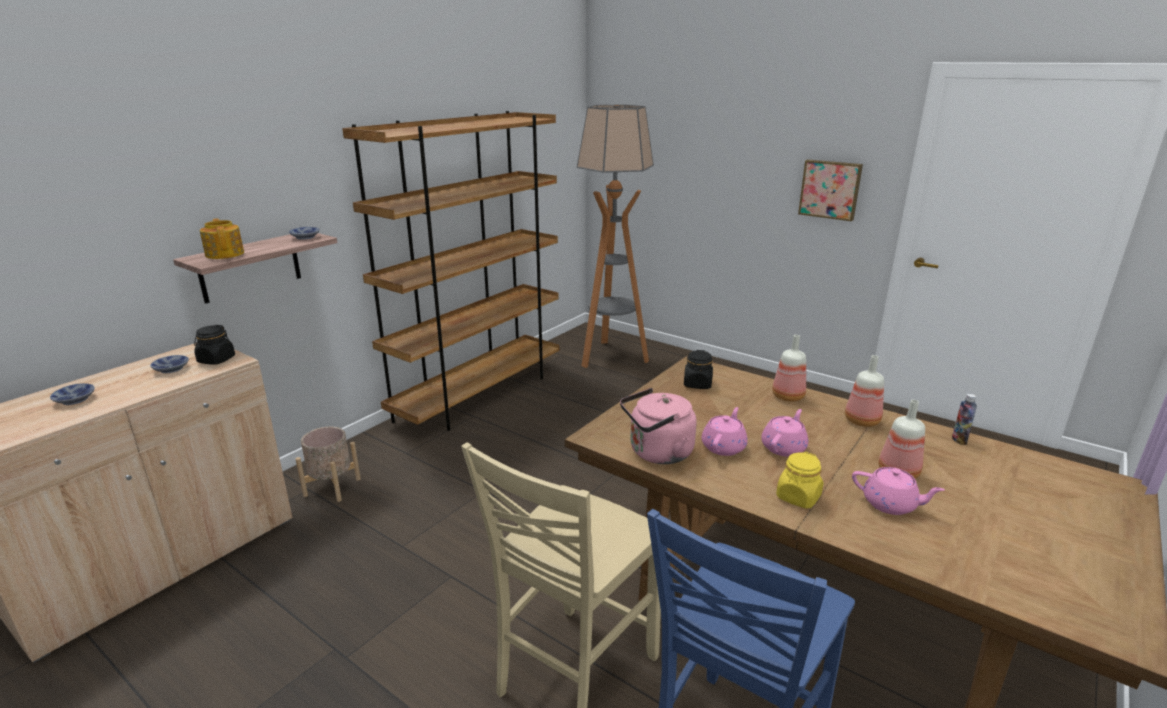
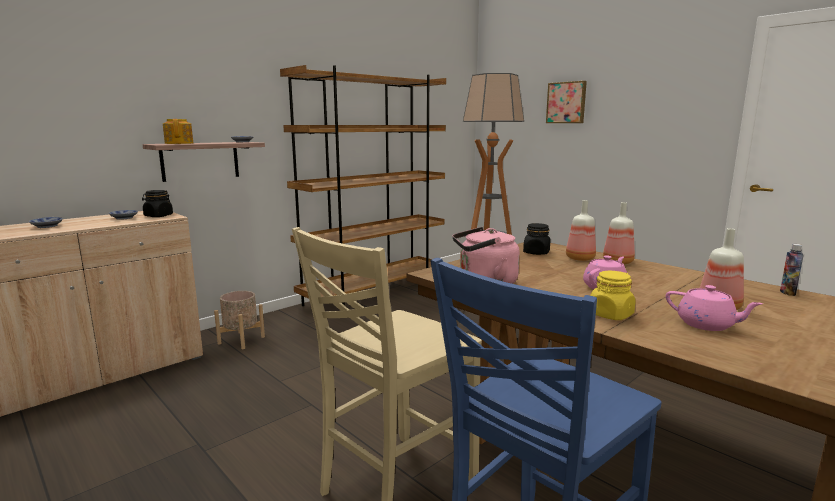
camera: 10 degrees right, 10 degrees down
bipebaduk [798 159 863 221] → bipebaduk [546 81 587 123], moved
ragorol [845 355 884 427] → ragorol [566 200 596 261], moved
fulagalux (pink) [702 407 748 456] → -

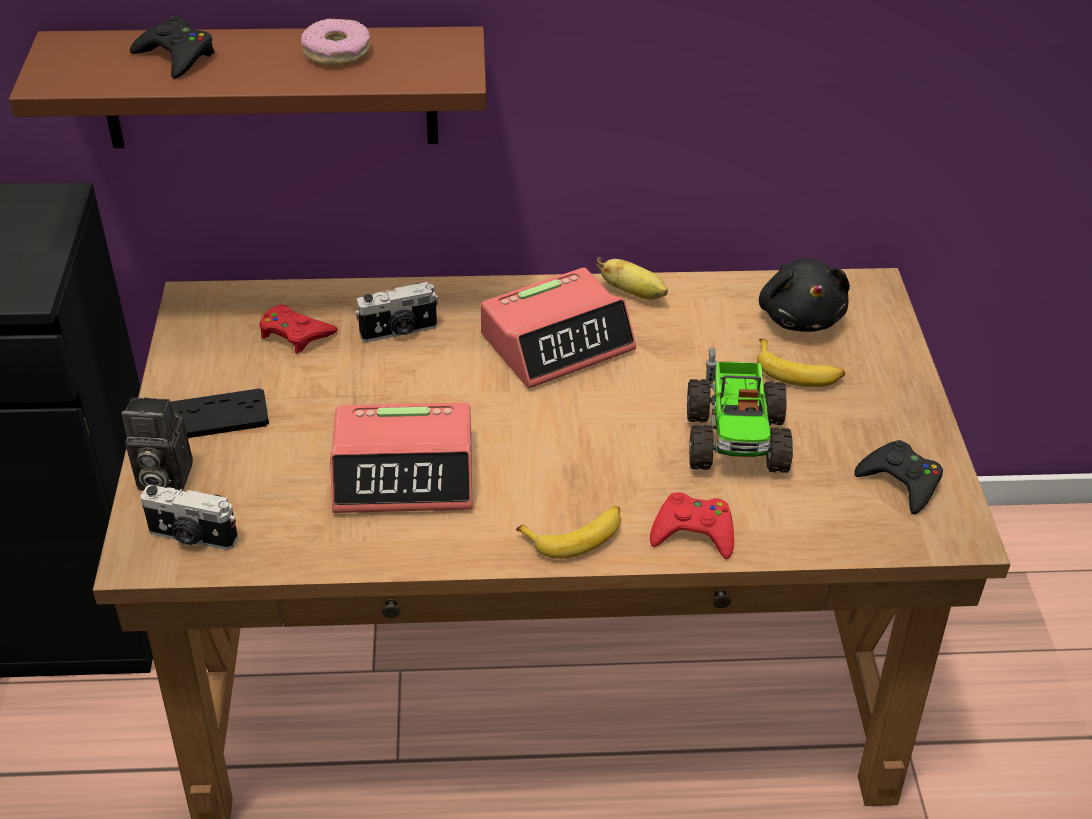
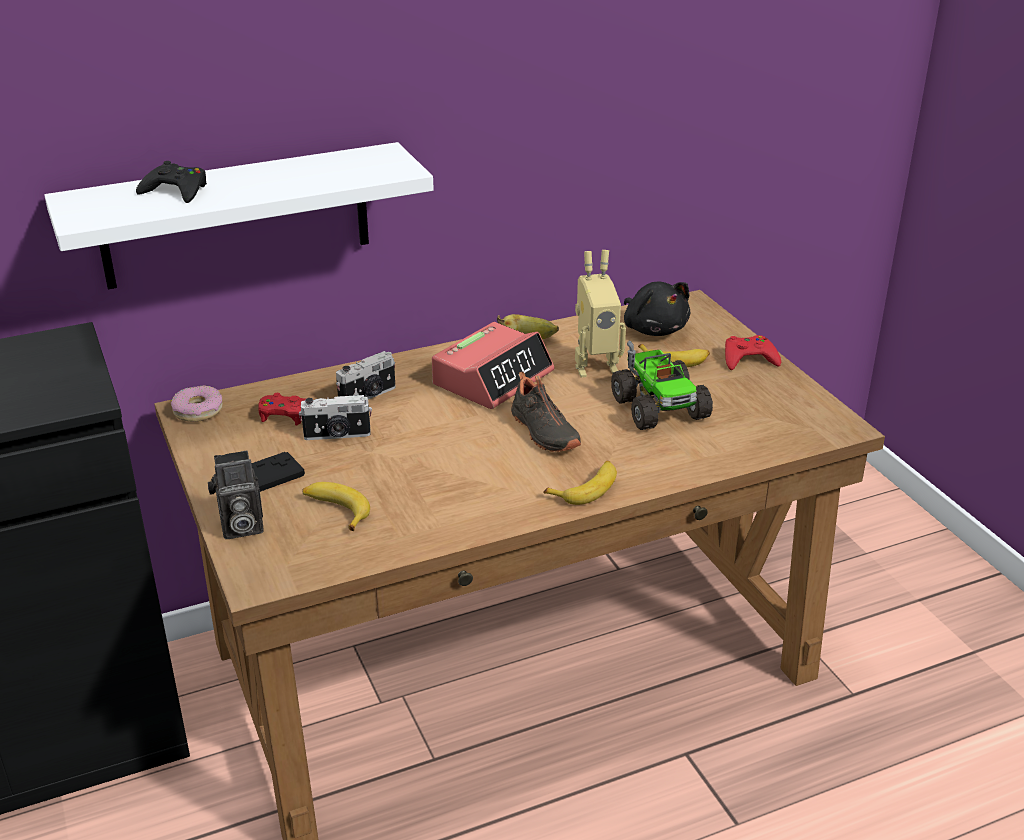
camera: 20 degrees left, 10 degrees down
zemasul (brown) [9 26 486 148] → zemasul (white) [44 142 434 289]
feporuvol [301 19 370 66] → feporuvol [171 385 223 422], moved
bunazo [140 485 238 550] → bunazo [299 395 372 440], moved
- → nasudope [303 482 370 531]
- → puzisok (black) [511 371 581 452]
- → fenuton [575 250 626 378]
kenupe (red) [650 492 734 559] → kenupe (red) [725 335 781 370], moved
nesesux [330 403 472 513] → -
kenupe (black) [854 440 943 514] → -

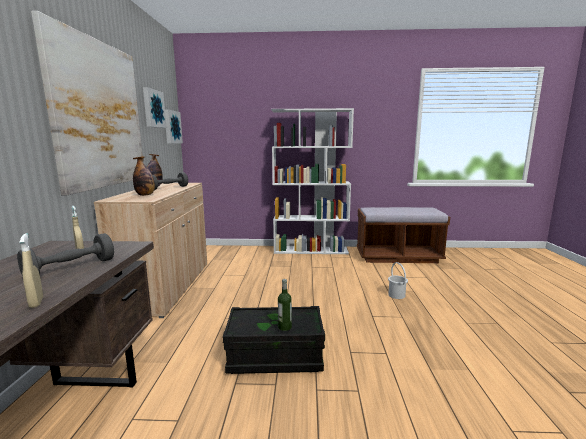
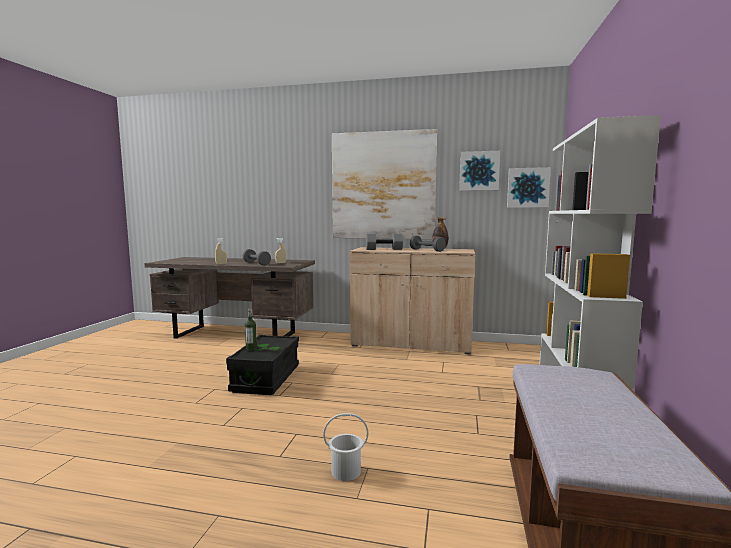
camera: 100 degrees right, 5 degrees down
ragorol [133 156 155 196] → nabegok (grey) [366 233 403 250]

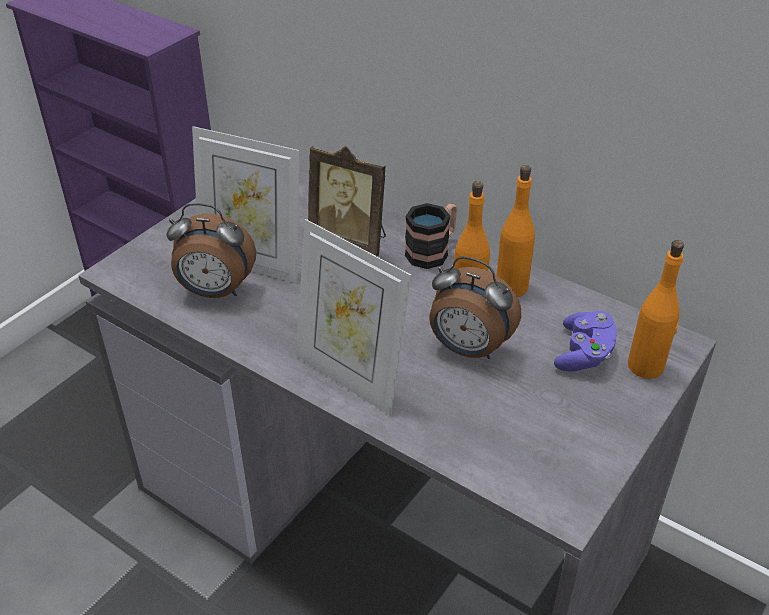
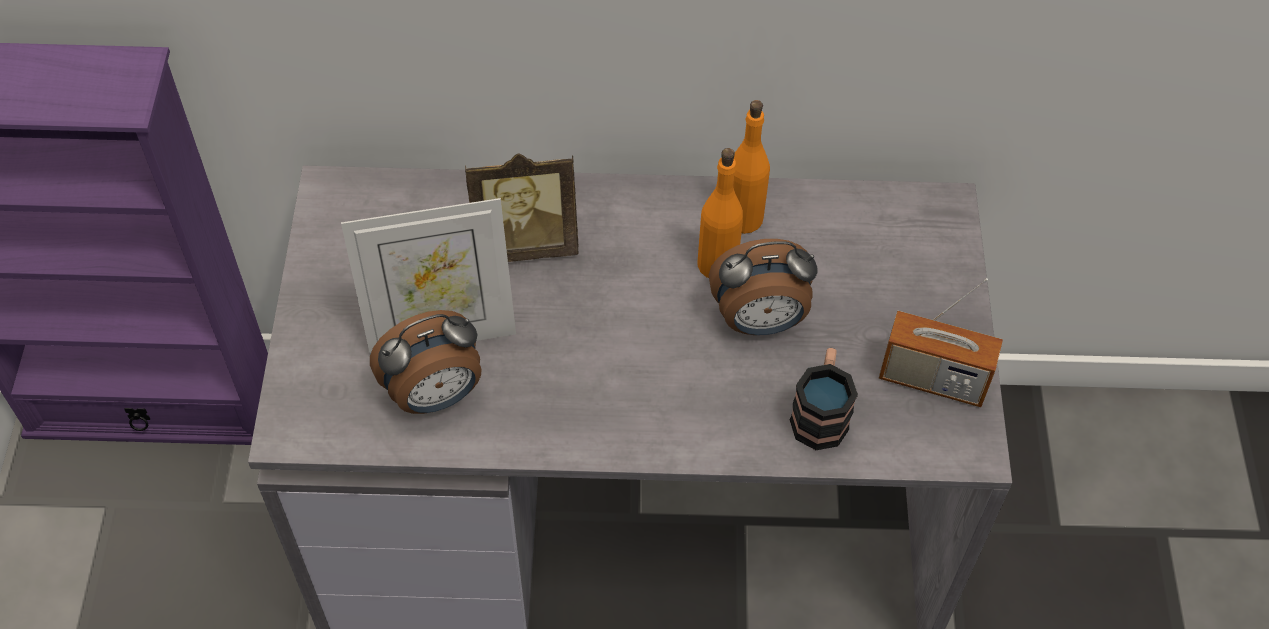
camera: 35 degrees left, 15 degrees up
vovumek [405 203 457 269] → vovumek [790 348 858 450], moved
- → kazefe [879 278 1003 407]
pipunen [296 219 411 415] → -
kenupe (purple) [554 311 617 372] → -
ragorol (orange) [628 240 684 379] → -

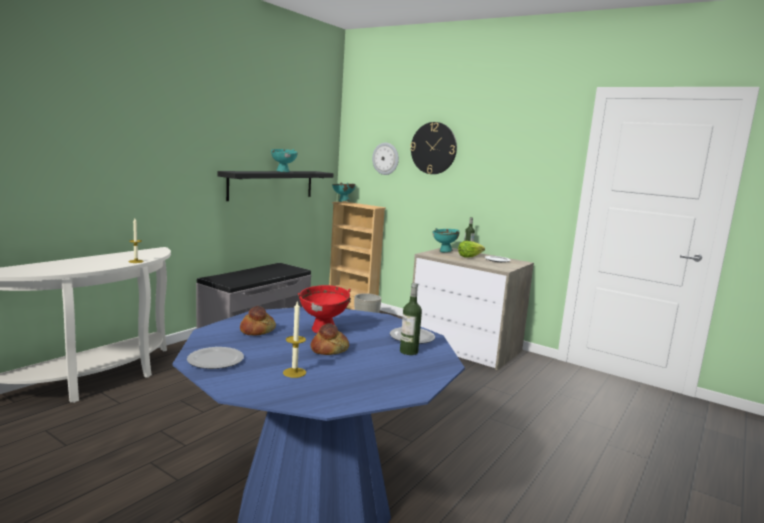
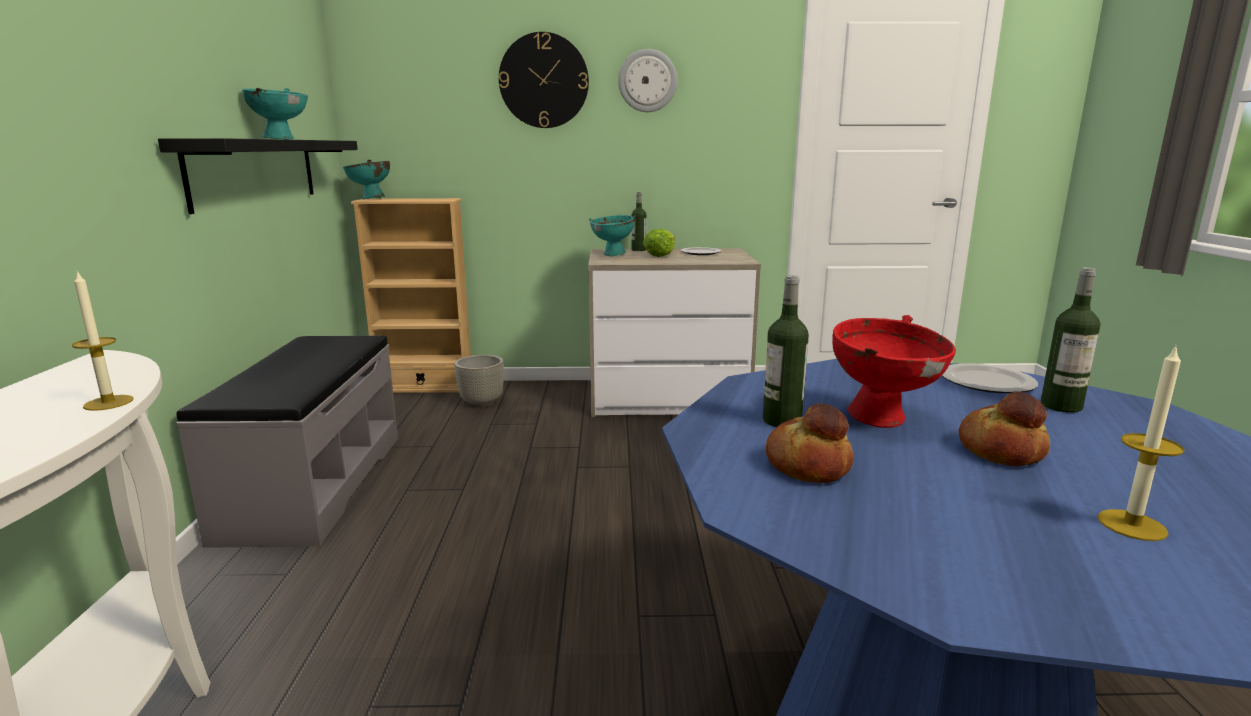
camera: 35 degrees left, 5 degrees up
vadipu [372 143 399 175] → vadipu [618 49 677 112], moved
- → ragorol [763 275 809 427]
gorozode [187 347 244 369] → -

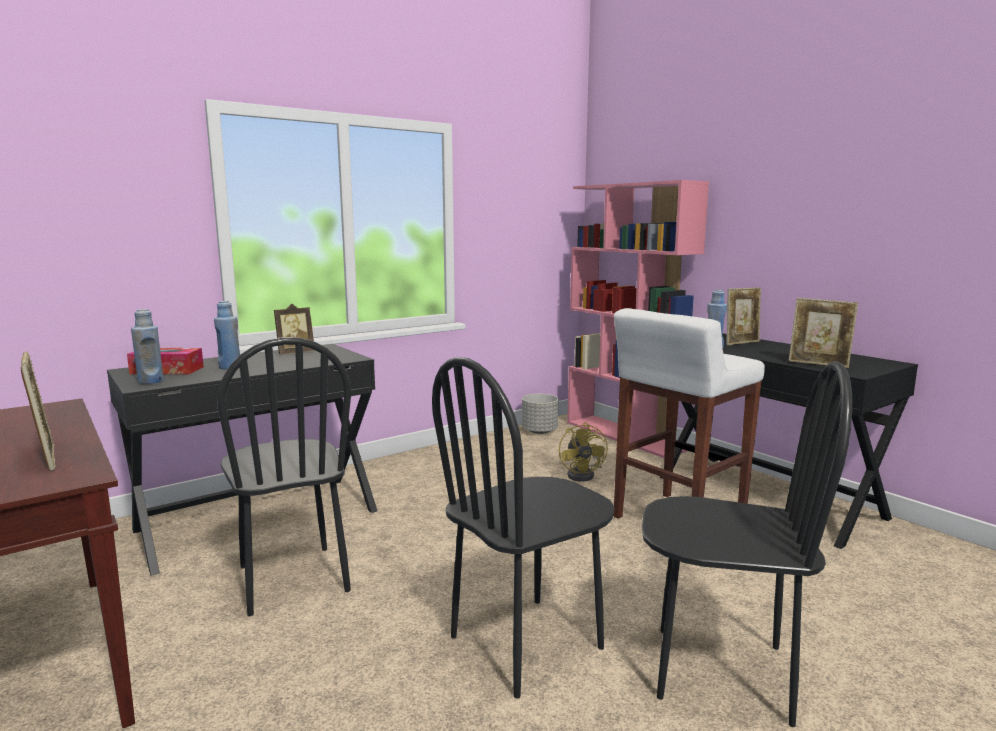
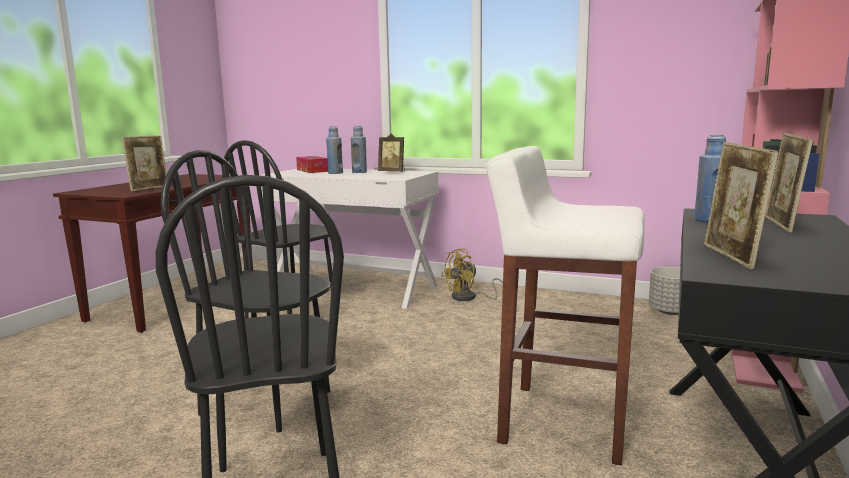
camera: 60 degrees right, 0 degrees up
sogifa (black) [107 344 377 576] → sogifa (white) [259 169 439 309]
ragorol (blue) [131 309 164 384] → ragorol (blue) [351 126 367 173], moved
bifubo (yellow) [559 422 608 482] → bifubo (yellow) [441 248 503 301], moved
pipunen [727 287 761 345] → pipunen [765 133 813 233], 75 degrees clockwise

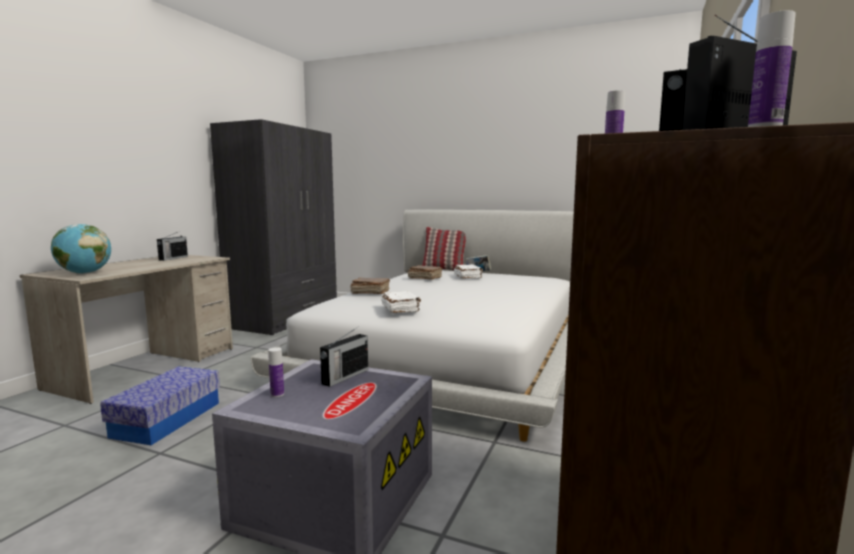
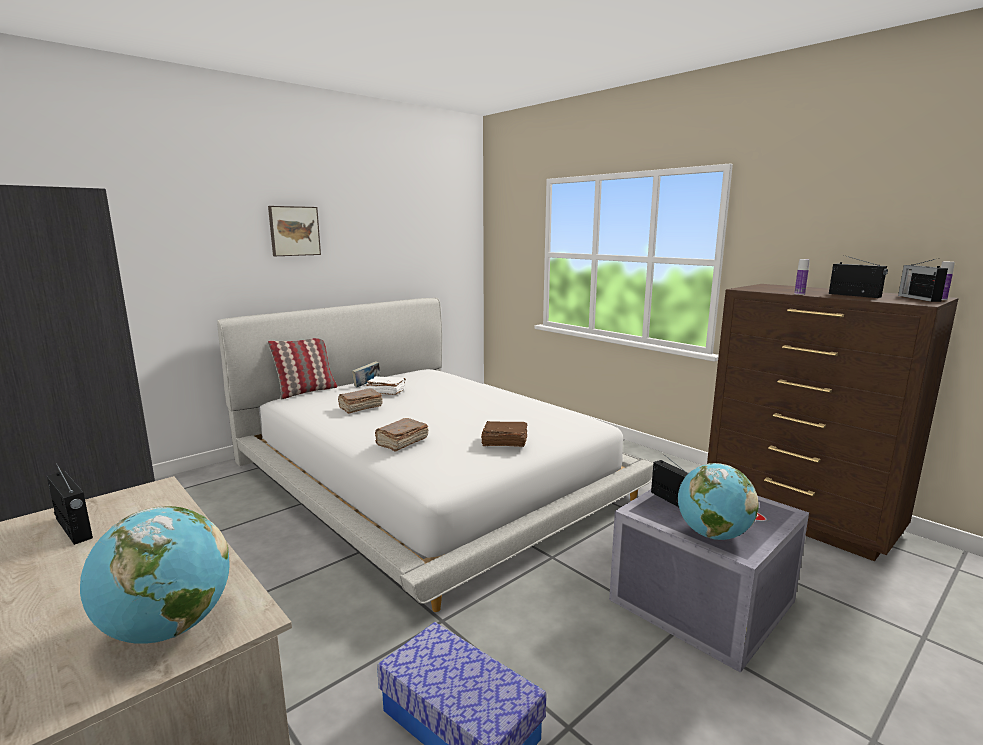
camera: 65 degrees left, 5 degrees up
- → bipebaduk [268 206 321 256]
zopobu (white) [381 291 421 313] → zopobu (brown) [481 421 527 447]
ragorol [268 347 284 397] → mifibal [678 463 758 540]

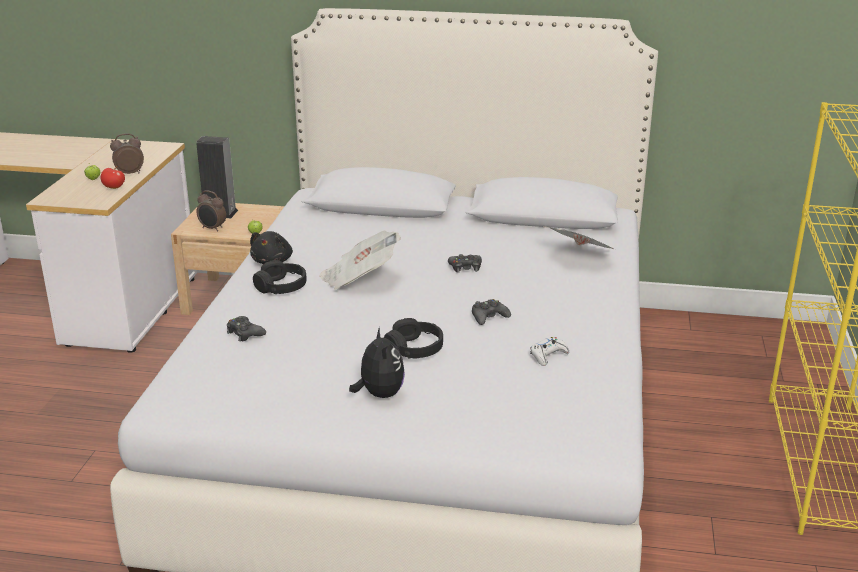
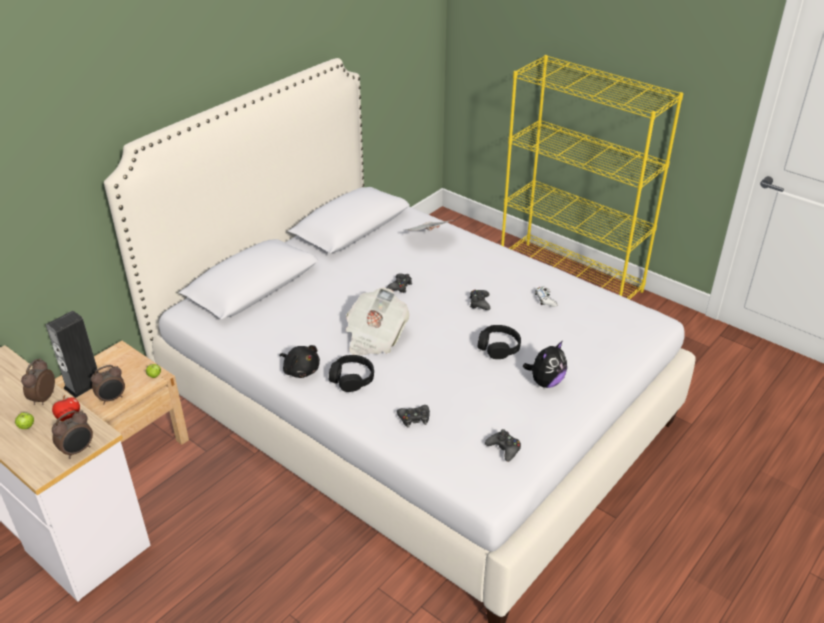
camera: 60 degrees left, 10 degrees up
- → nesesux [52 410 93 459]
- → kenupe (black) [485 429 521 462]
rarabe [349 327 405 398] → rarabe [523 340 567 388], 120 degrees clockwise

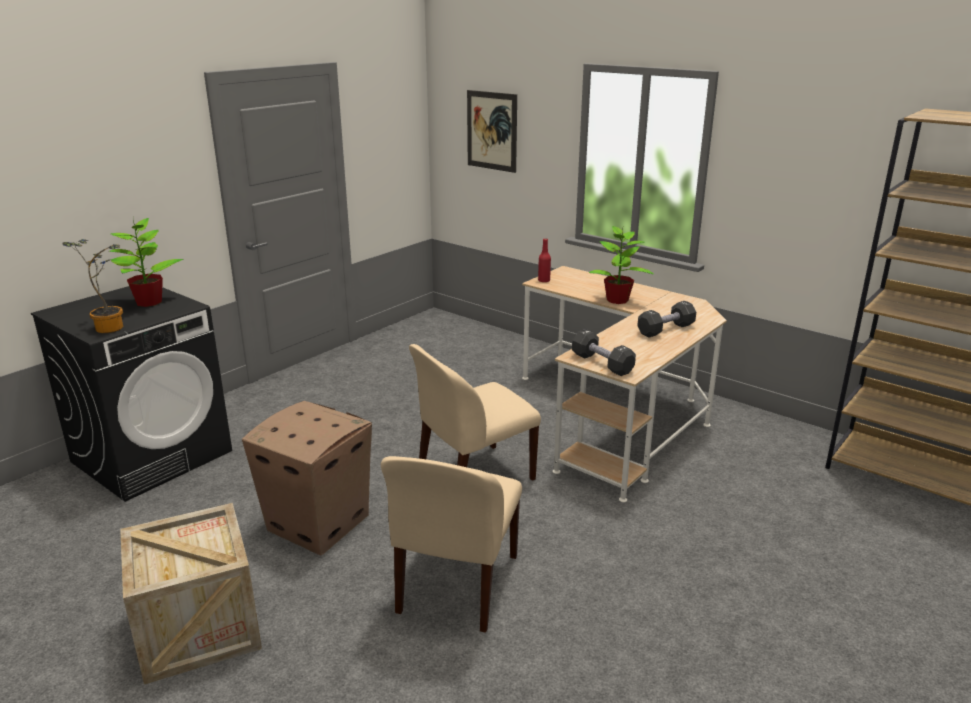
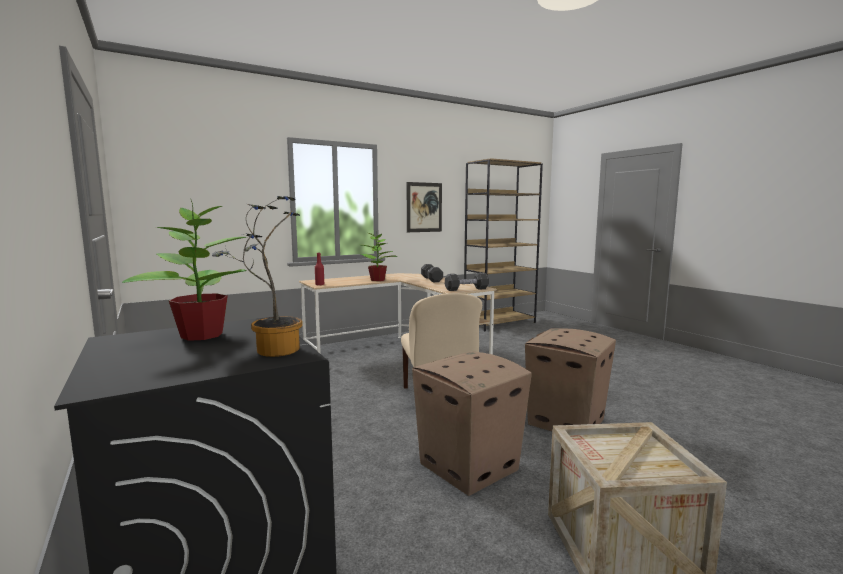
camera: 70 degrees left, 15 degrees down
bipebaduk [467 90 517 173] → bipebaduk [407 182 442 232], moved
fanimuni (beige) [381 456 522 633] → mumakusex [525 328 616 431]

